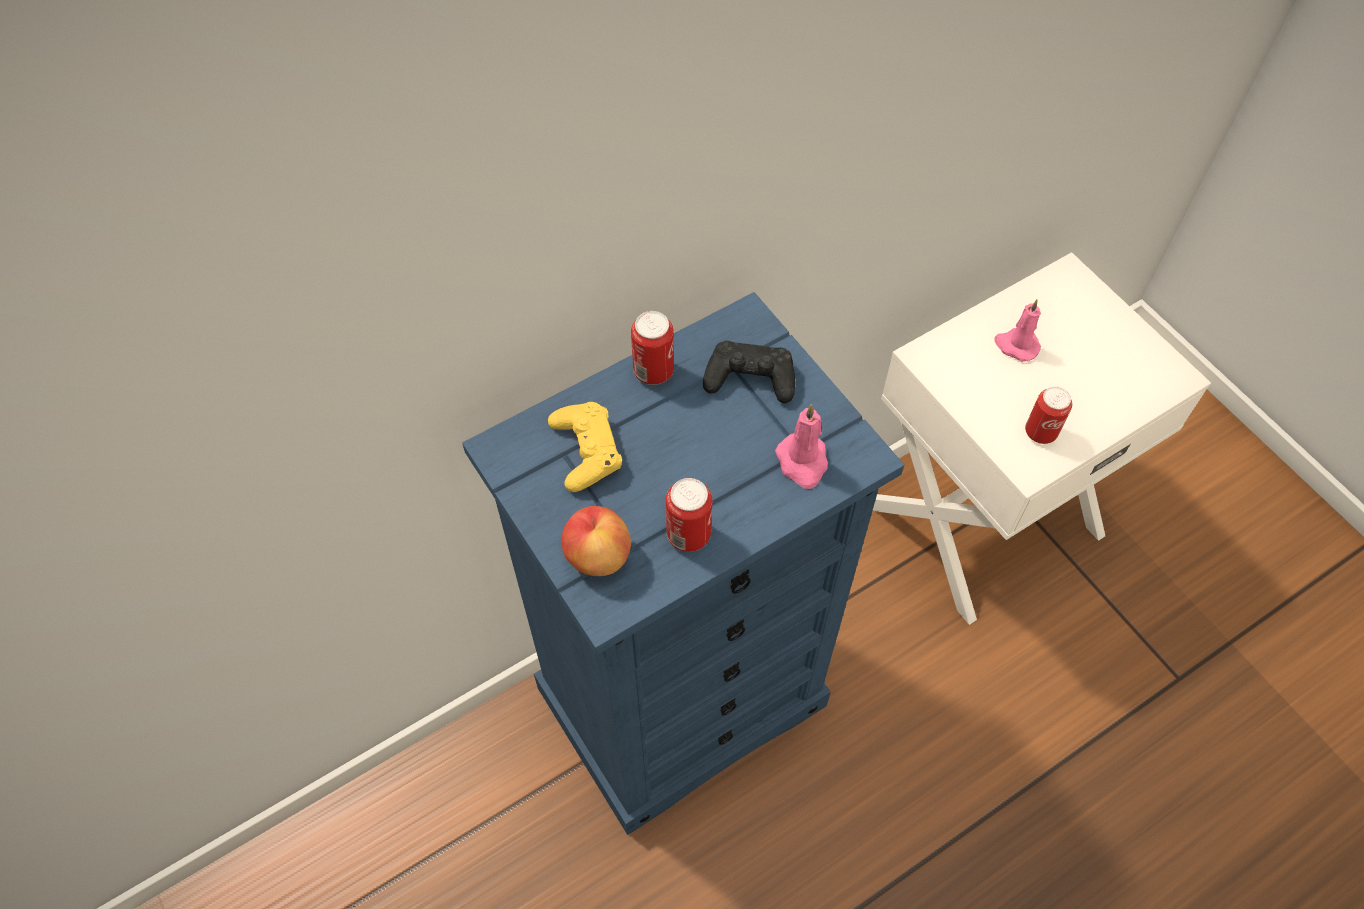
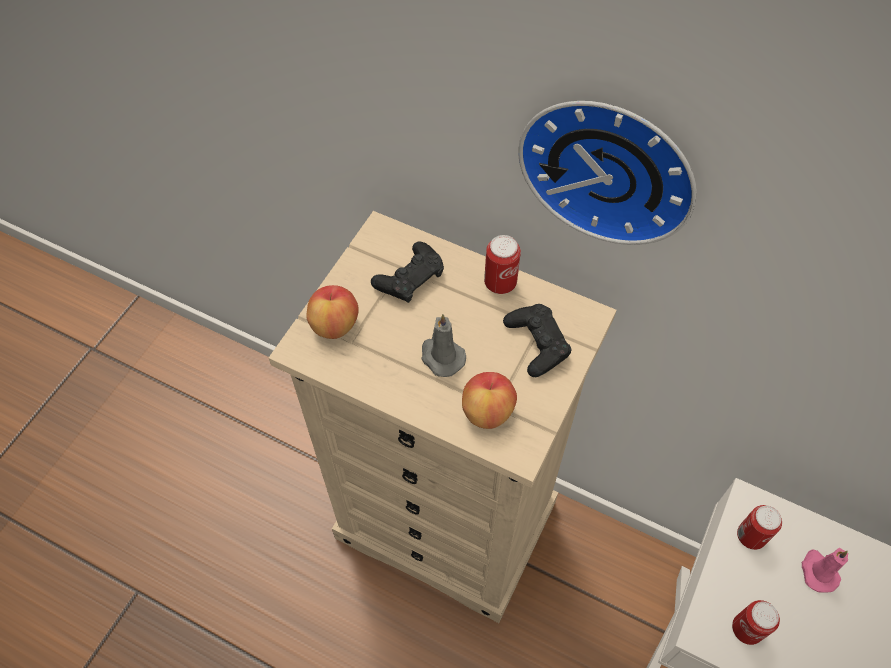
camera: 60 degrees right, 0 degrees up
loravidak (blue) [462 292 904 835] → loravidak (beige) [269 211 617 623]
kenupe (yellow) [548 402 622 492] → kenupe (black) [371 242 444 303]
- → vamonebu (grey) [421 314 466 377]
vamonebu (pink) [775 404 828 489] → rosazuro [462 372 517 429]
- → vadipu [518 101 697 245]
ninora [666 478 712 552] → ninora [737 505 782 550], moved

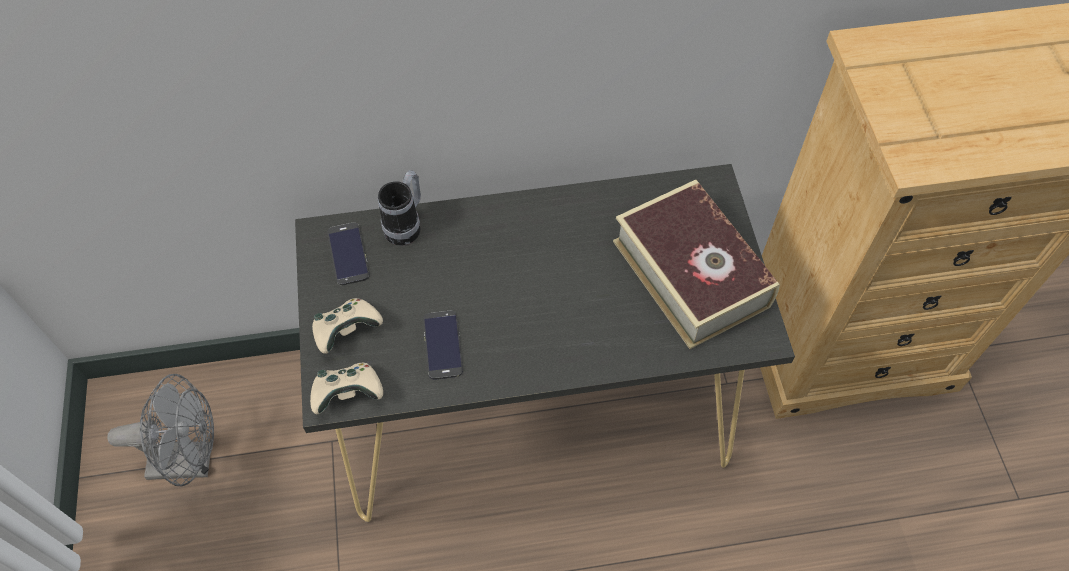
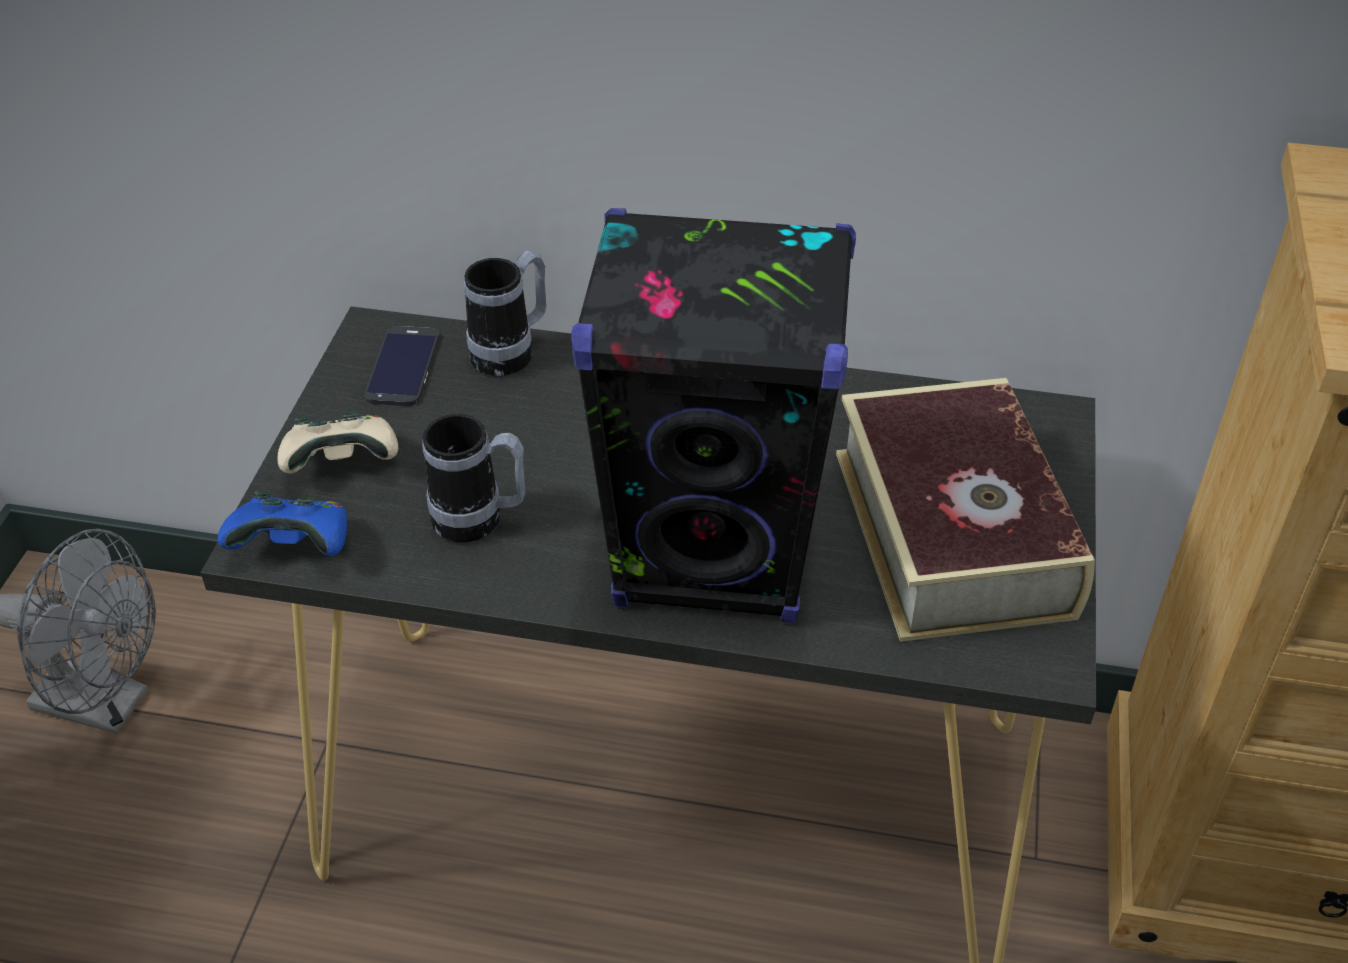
camera: 20 degrees right, 15 degrees down
kenupe (beige) [310 363 383 414] → kenupe (blue) [218 490 347 556]
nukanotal [423 311 463 379] → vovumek [422 414 525 542]
- → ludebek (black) [571 208 856 624]

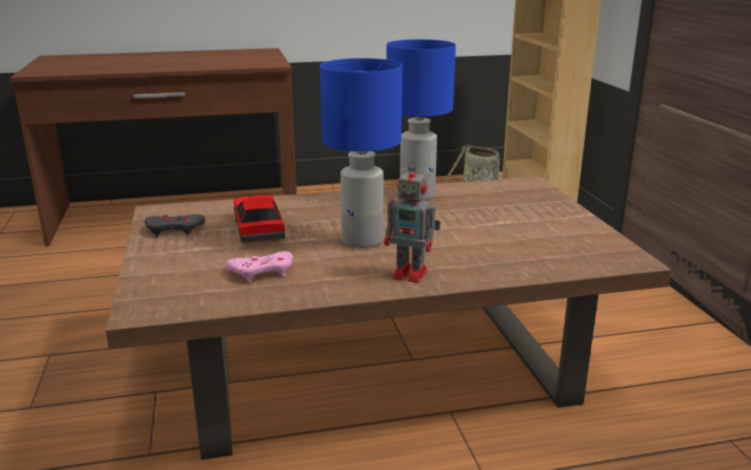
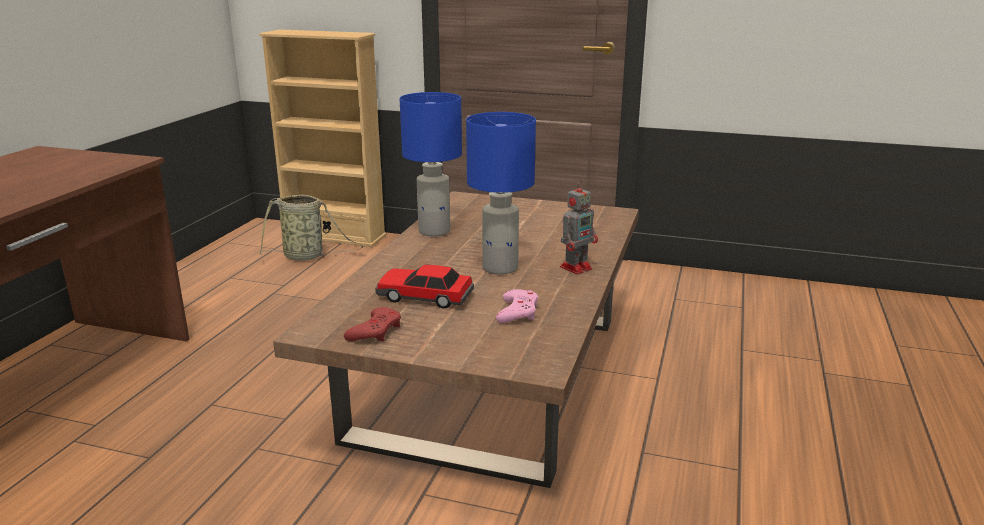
camera: 60 degrees left, 0 degrees up
kenupe (grey) [145 214 205 237] → kenupe (red) [344 307 401 341]

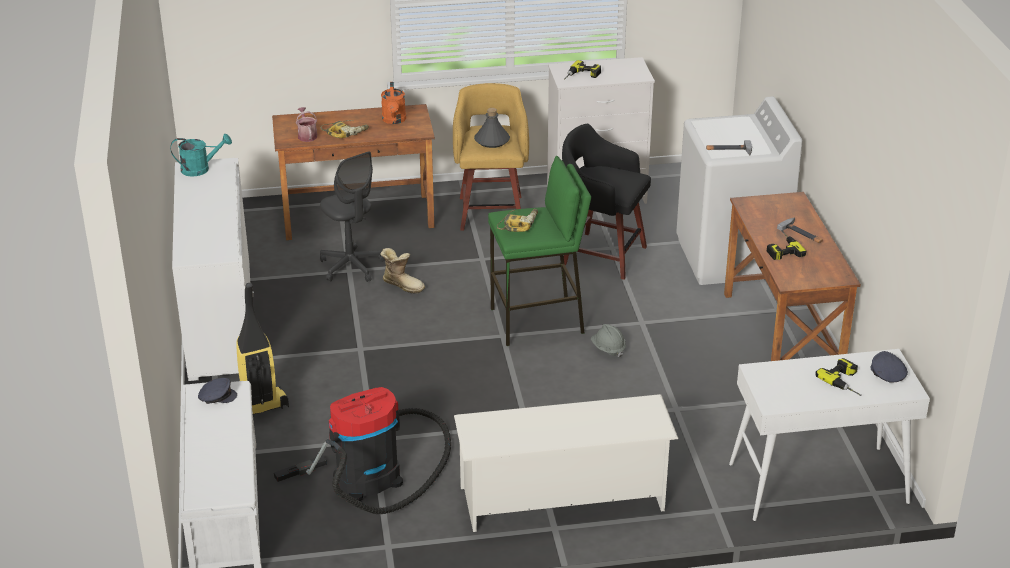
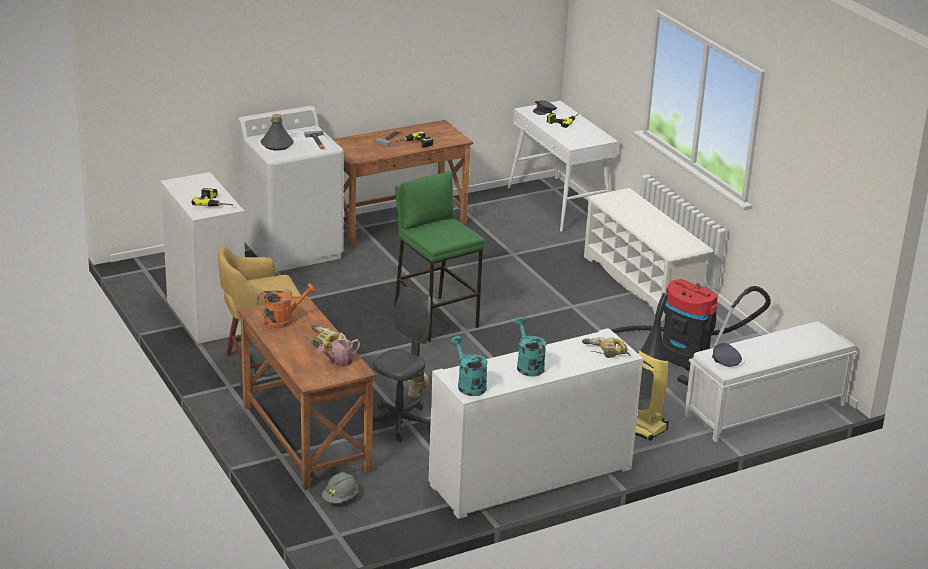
camera: 110 degrees left, 5 degrees down
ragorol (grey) [474 108 510 148] → ragorol (grey) [261 114 294 151], moved
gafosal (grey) [591 324 626 357] → gafosal (grey) [322 472 359 504], moved
- → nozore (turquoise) [515 317 546 377]
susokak [497 209 538 232] → susokak [582 337 630 358], moved
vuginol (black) [562 124 651 280] → -

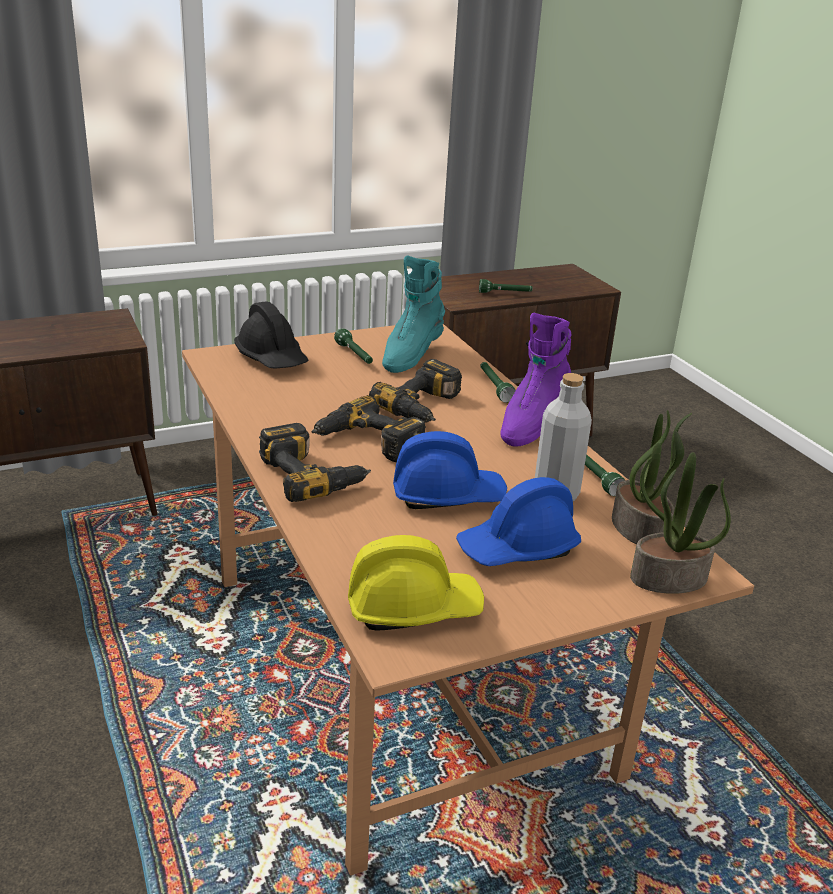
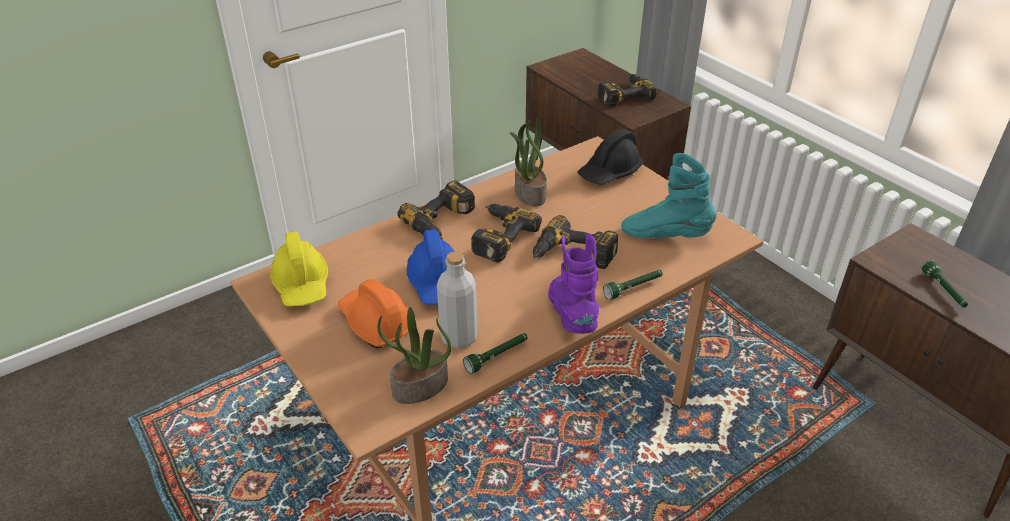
camera: 80 degrees right, 10 degrees up
gafosal (blue) [456 477 581 566] → gafosal (orange) [338 279 417 348]
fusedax [630 452 731 594] → fusedax [510 119 547 207], moved
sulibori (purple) [500 313 571 446] → sulibori (purple) [548 233 600 334], 60 degrees clockwise
- → susokak [597 74 659 107]
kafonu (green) [334 328 373 364] → -

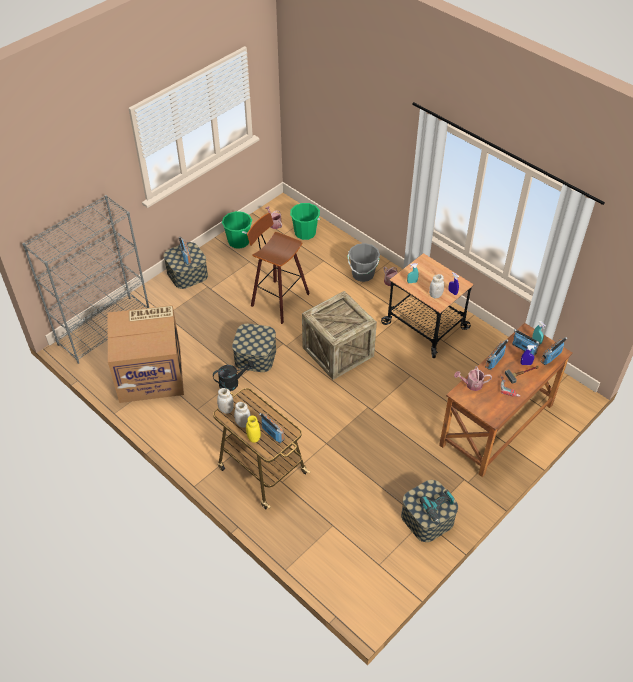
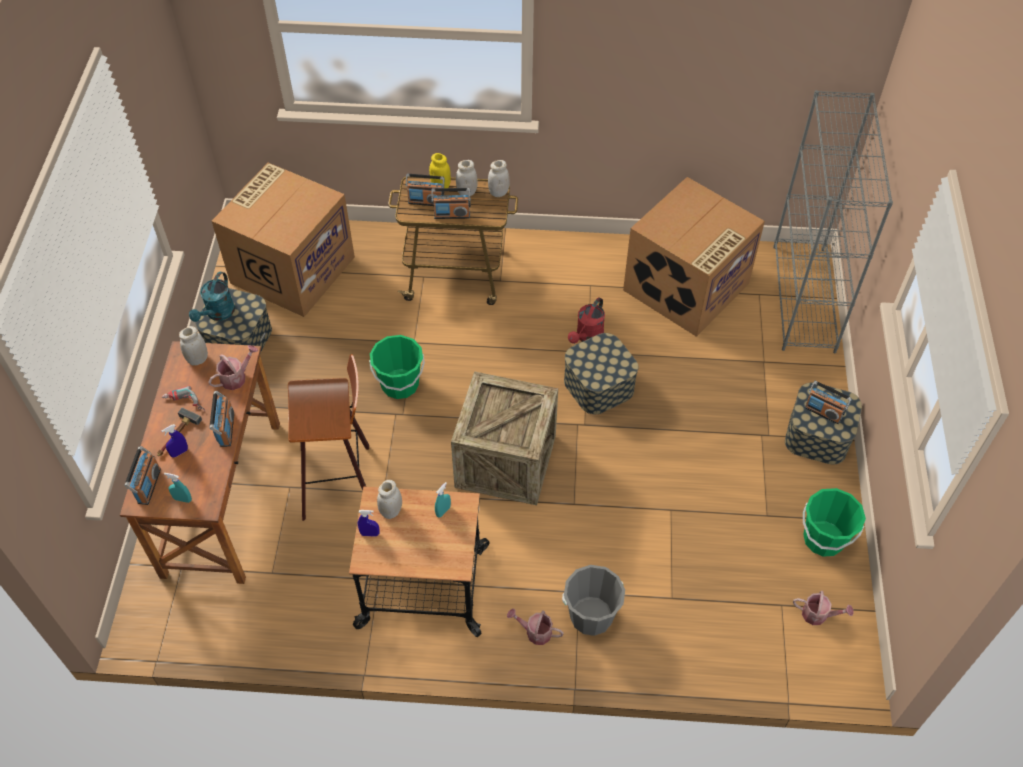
camera: 140 degrees right, 5 degrees up
- → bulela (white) [179 326 208 366]
susokak [420 490 454 523] → nozore (turquoise) [189 272 235 322]
- → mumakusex [212 163 355 317]
vuginol [247 213 310 324] → vuginol [288 354 369 521], moved
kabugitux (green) [290 203 320 240] → kabugitux (green) [369 335 425 399], moved
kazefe [512 329 540 356] → kazefe [431 188 471 219], moved
nozore (black) [213 360 254 391] → nozore (red) [568 297 605 344]

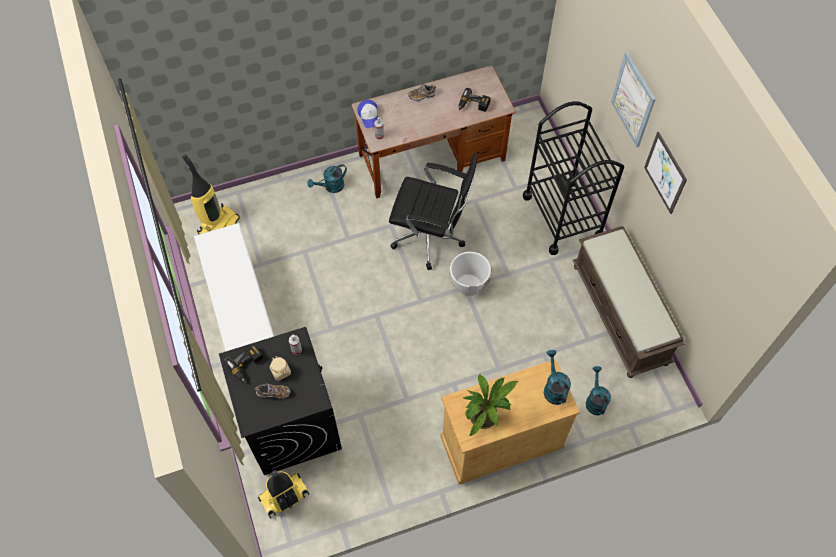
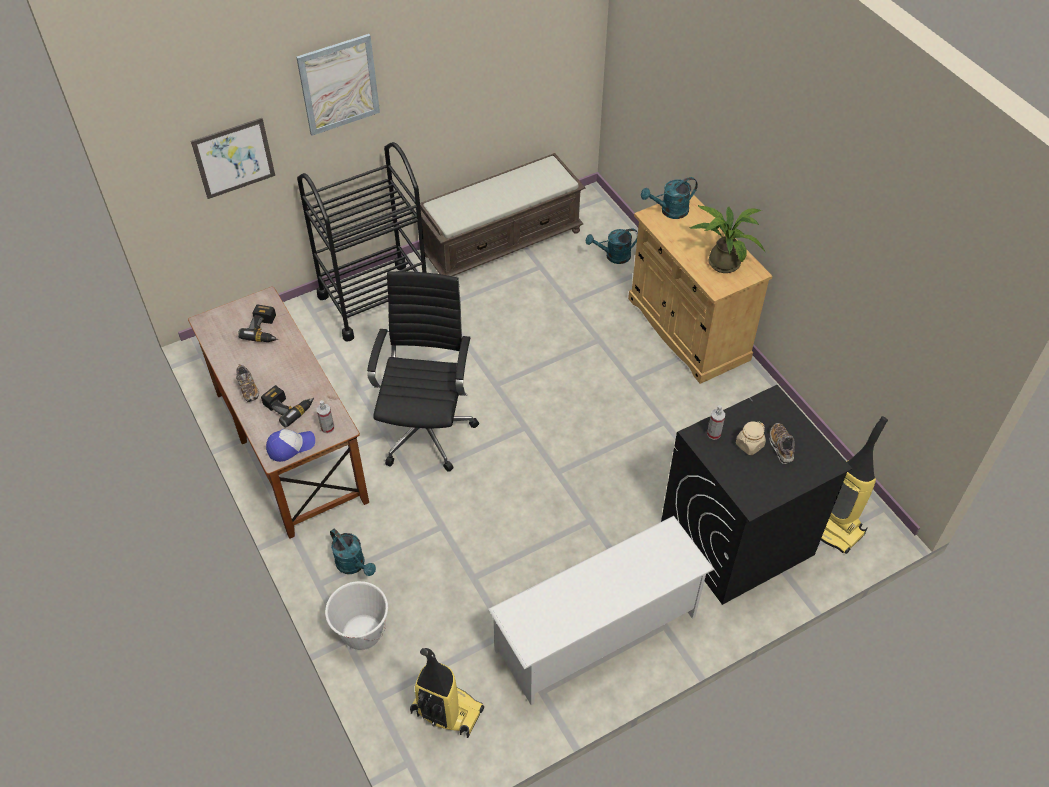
camera: 100 degrees left, 10 degrees down
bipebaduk [644 132 687 214] → bipebaduk [191 118 275 199], moved
susokak [224 344 263 383] → susokak [261 385 314 427], moved
kabugitux (white) [449 252 492 296] → kabugitux (white) [325 581 388 650], moved

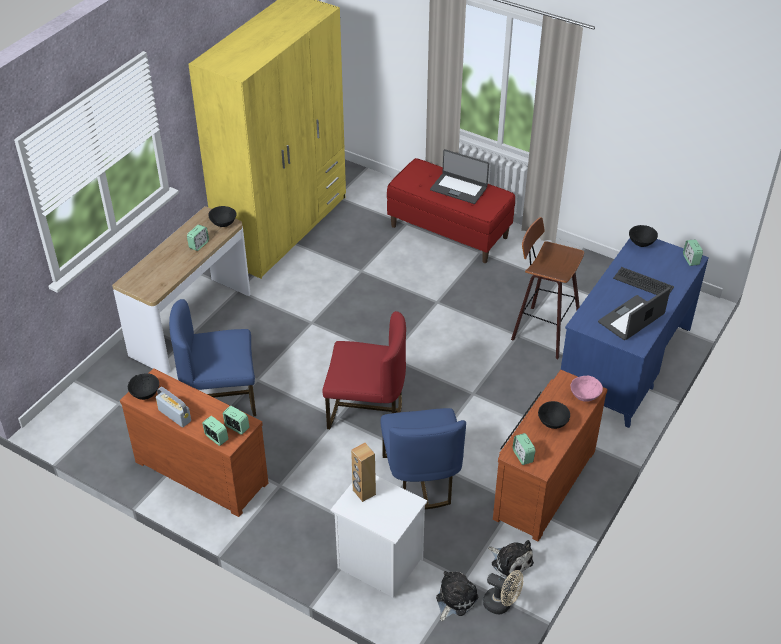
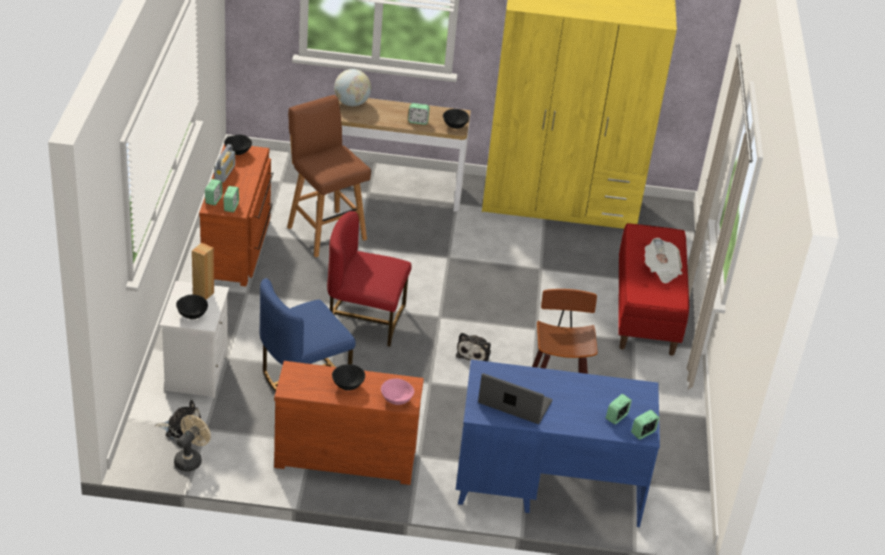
camera: 60 degrees right, 5 degrees down
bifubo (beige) [483 570 523 614] → bifubo (beige) [174 415 211 472], 150 degrees counterclockwise
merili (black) [629 225 658 247] → merili (black) [176 294 208 319], moved
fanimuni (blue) [169 299 256 416] → vuginol (brown) [287 95 371 257]
fanimuni (red) [322 311 406 429] → fanimuni (red) [327 211 412 347], 120 degrees clockwise
- → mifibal [334 69 371 106]
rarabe [488 540 534 581] → rarabe [456 333 491 361], moved
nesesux [513 433 535 465] → nesesux [606 394 632 424], moved
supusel [430 149 489 204] → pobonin [645 238 683 284]
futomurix [613 267 674 295] → -

